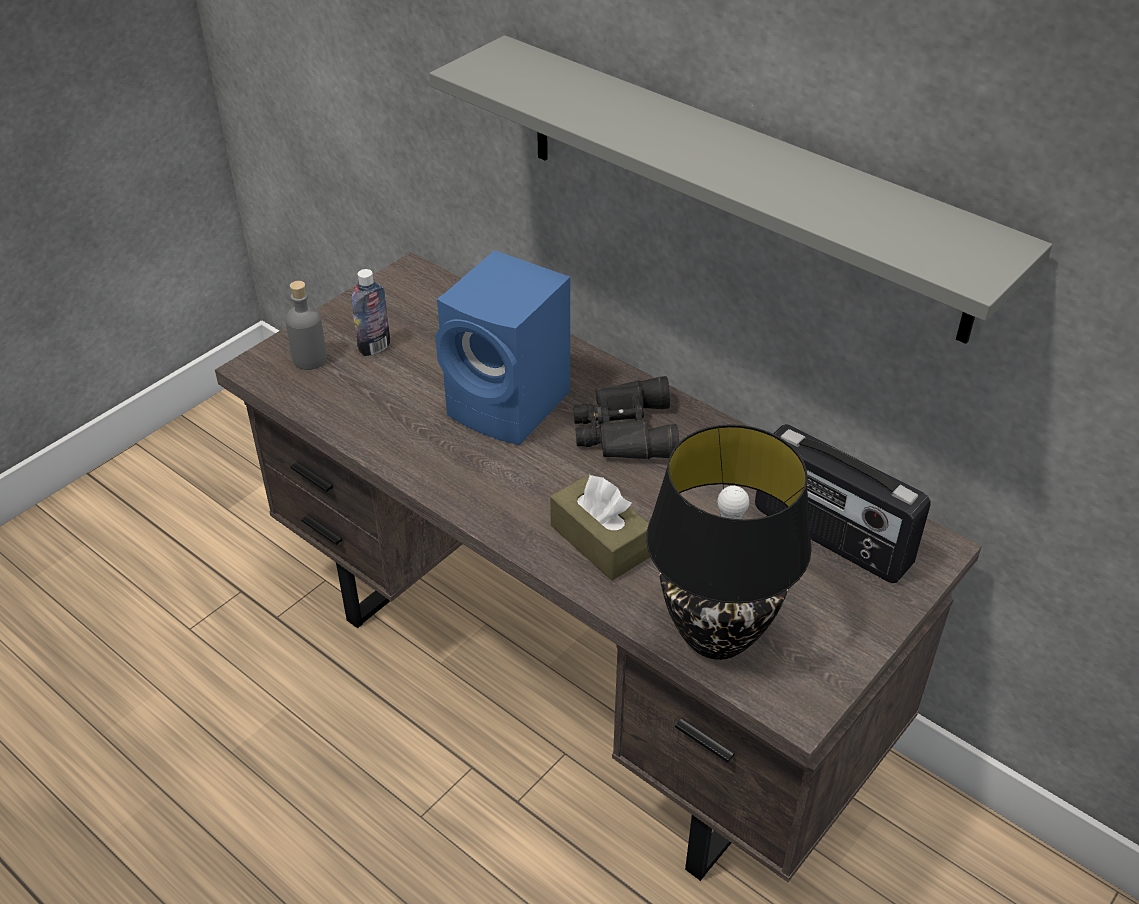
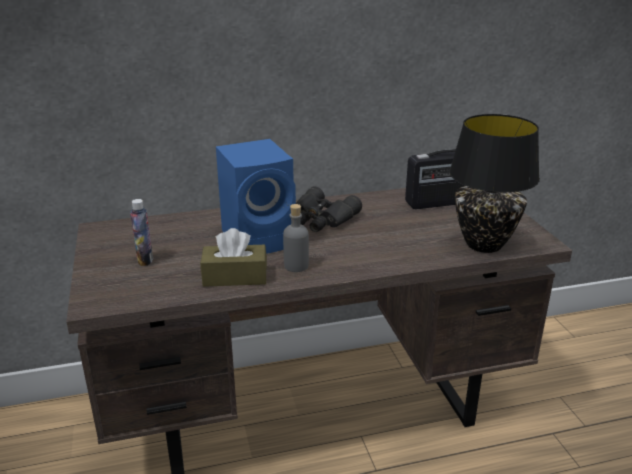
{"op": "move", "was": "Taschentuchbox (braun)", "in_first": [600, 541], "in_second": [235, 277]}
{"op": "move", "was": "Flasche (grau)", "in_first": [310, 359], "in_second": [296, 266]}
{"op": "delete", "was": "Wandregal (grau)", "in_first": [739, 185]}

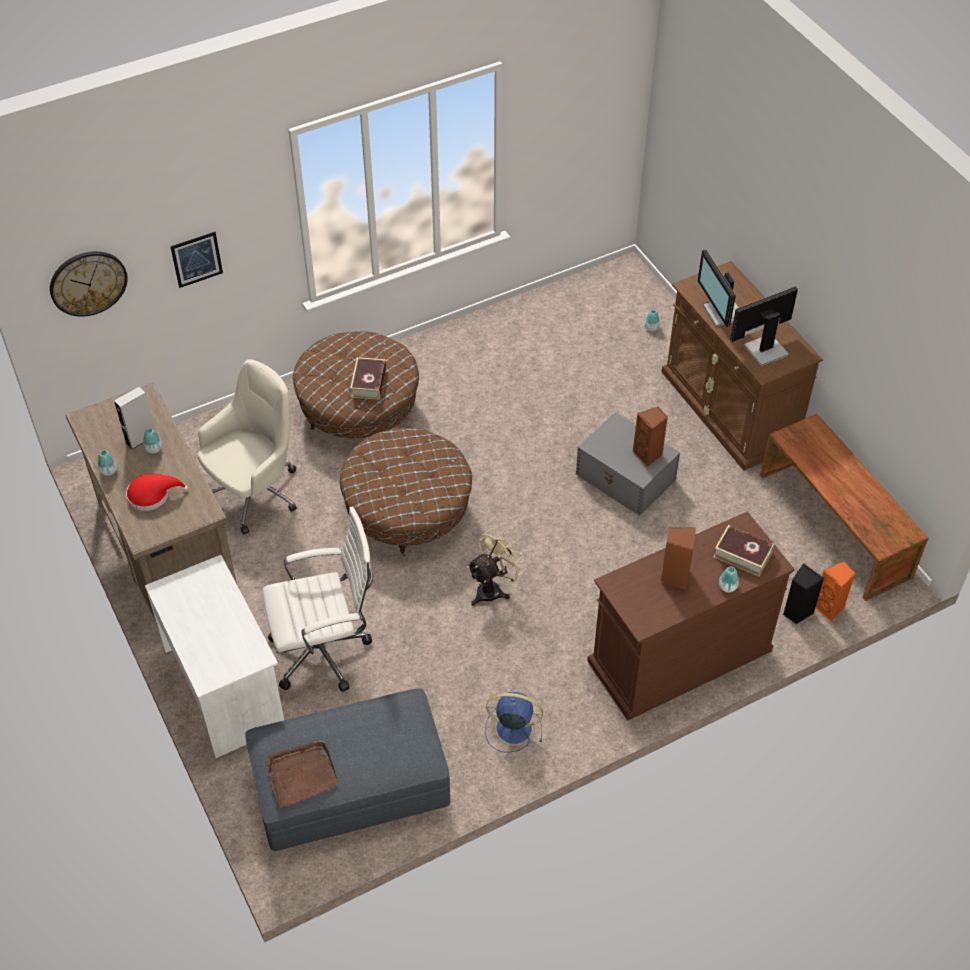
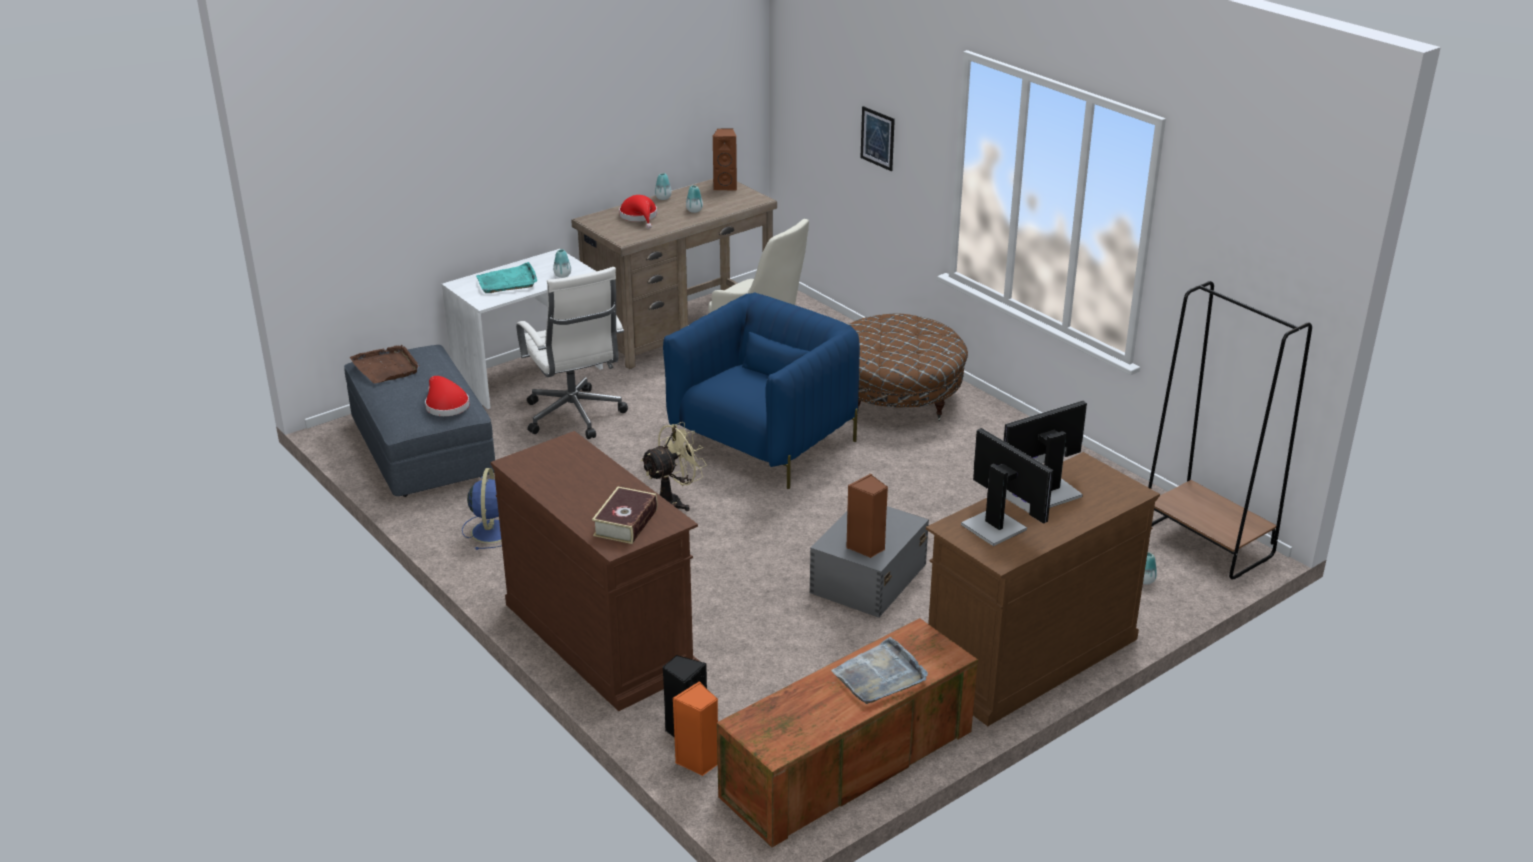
{"op": "insert", "now": "Hut (rot)", "in_second": [445, 405]}
{"op": "insert", "now": "Tablett (türkis)", "in_second": [507, 281]}
{"op": "move", "was": "Vase", "in_first": [727, 587], "in_second": [562, 275]}
{"op": "rotate", "was": "Ventilator (beige)", "in_first": [493, 588], "in_second": [673, 502], "clockwise": -75}
{"op": "replace", "was": "Polsterhocker (braun)", "now": "Sessel (blau)", "in_first": [408, 511], "in_second": [764, 441]}
{"op": "move", "was": "Lautsprecher (braun)", "in_first": [674, 576], "in_second": [725, 186]}
{"op": "insert", "now": "Tablett (grau)", "in_second": [880, 675]}
{"op": "insert", "now": "Kleiderständer", "in_second": [1206, 543]}
{"op": "delete", "was": "Wanduhr", "in_first": [88, 283]}
{"op": "delete", "was": "Lautsprecher (grau)", "in_first": [141, 438]}
{"op": "delete", "was": "Buch", "in_first": [368, 383]}

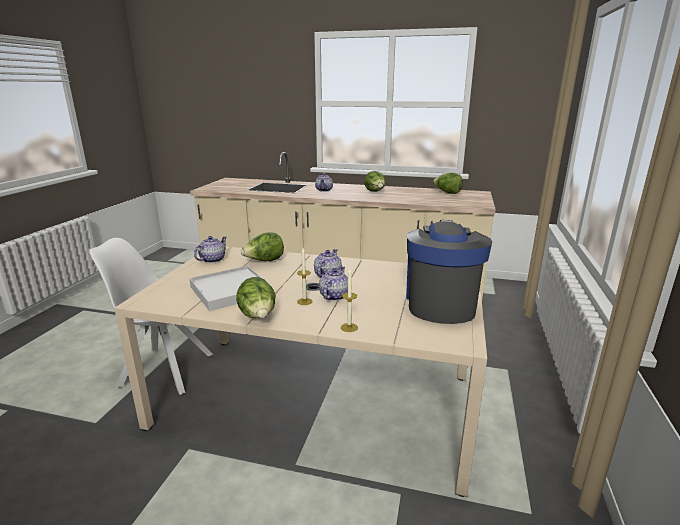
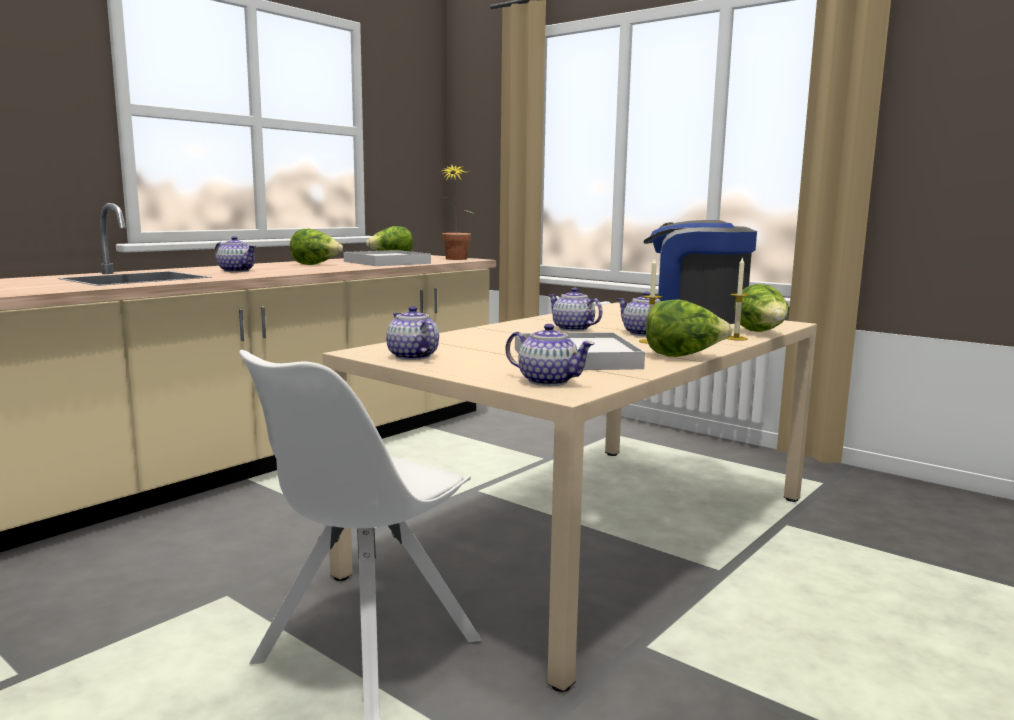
{"op": "insert", "now": "Tablett (weiß)", "in_second": [386, 262]}
{"op": "insert", "now": "Topfpflanze", "in_second": [455, 259]}
{"op": "insert", "now": "Teekanne", "in_second": [547, 381]}
{"op": "move", "was": "Salatkopf", "in_first": [264, 261], "in_second": [761, 333]}

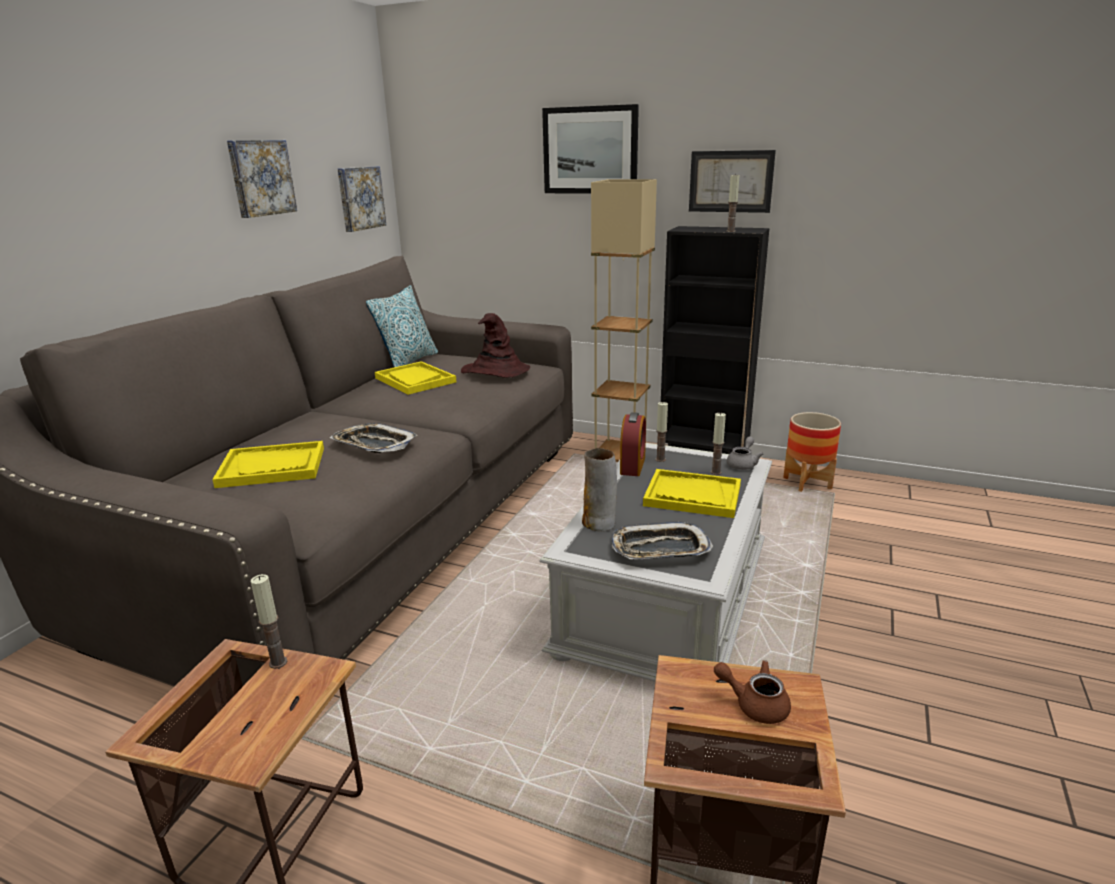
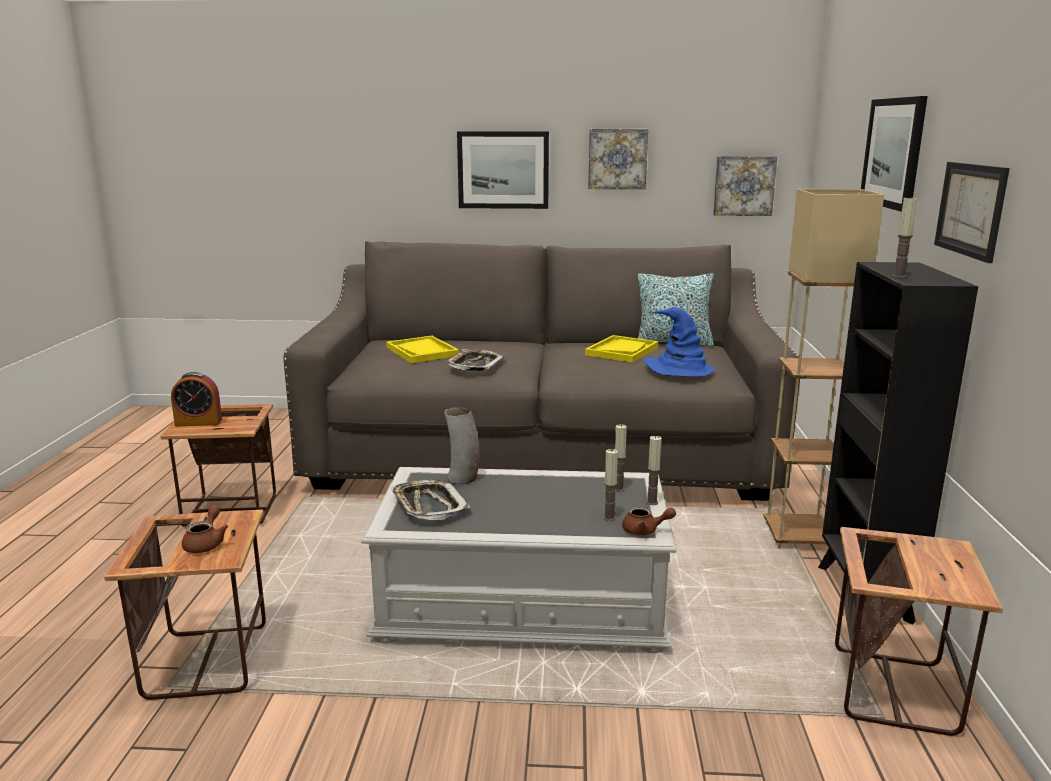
{"op": "move", "was": "Wecker", "in_first": [632, 466], "in_second": [198, 422]}
{"op": "insert", "now": "Bild", "in_second": [503, 170]}
{"op": "recolor", "was": "Teekanne (grau)", "now": "Teekanne (braun)", "in_first": [743, 464], "in_second": [645, 531]}
{"op": "recolor", "was": "Hut (braun)", "now": "Hut (blau)", "in_first": [495, 371], "in_second": [678, 369]}
{"op": "move", "was": "Kerze", "in_first": [278, 662], "in_second": [652, 502]}
{"op": "replace", "was": "Pflanzkübel", "now": "Beistelltisch", "in_first": [807, 483], "in_second": [892, 689]}
{"op": "delete", "was": "Tablett (gelb)", "in_first": [692, 496]}

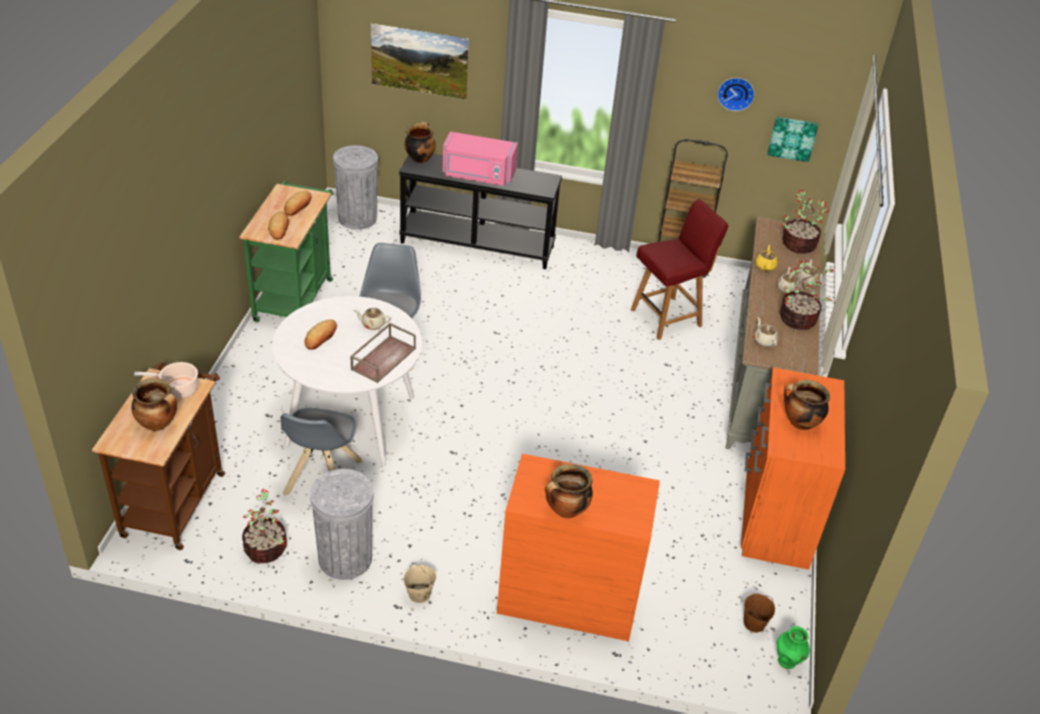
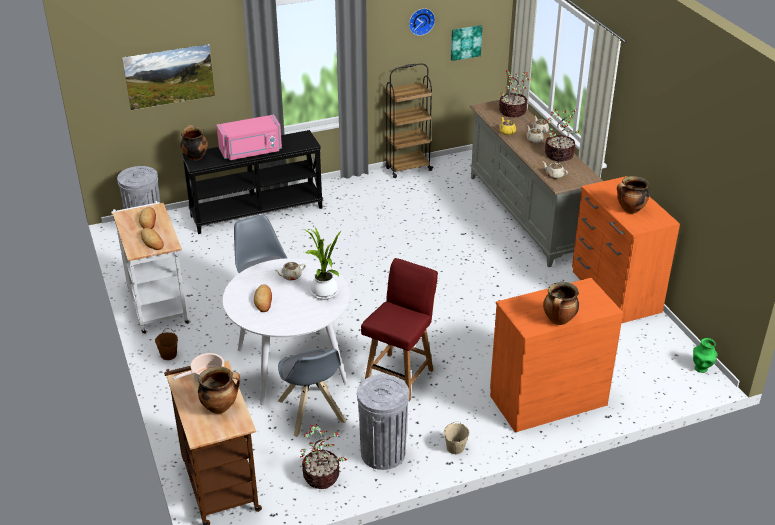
{"op": "recolor", "was": "Rollwagen (grün)", "now": "Rollwagen (weiß)", "in_first": [295, 296], "in_second": [156, 303]}
{"op": "move", "was": "Eimer (braun)", "in_first": [754, 623], "in_second": [169, 355]}
{"op": "replace", "was": "Tablett (braun)", "now": "Topfpflanze", "in_first": [383, 358], "in_second": [324, 294]}
{"op": "move", "was": "Stuhl (rot)", "in_first": [667, 317], "in_second": [400, 375]}

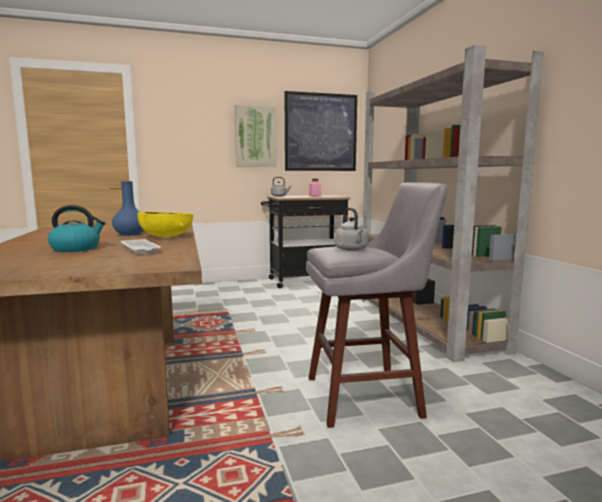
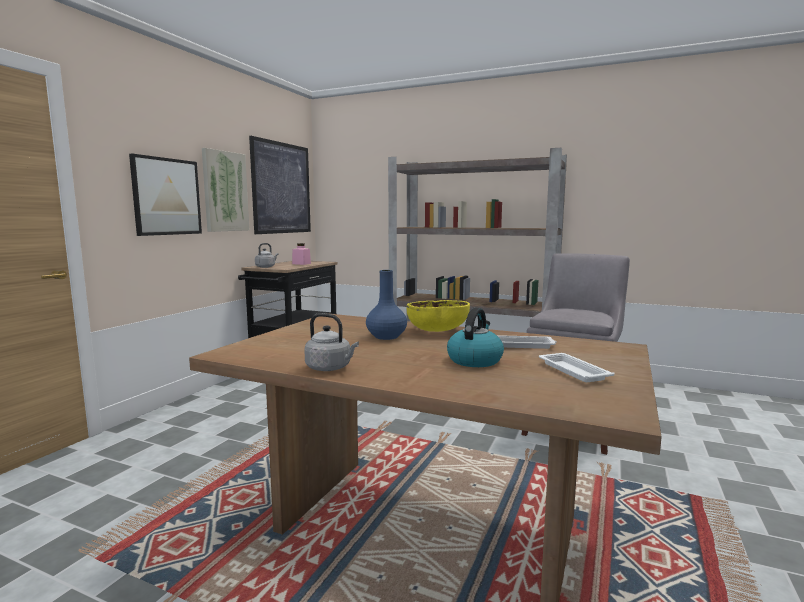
{"op": "insert", "now": "Bild", "in_second": [167, 196]}
{"op": "move", "was": "Wasserkessel (grau)", "in_first": [352, 250], "in_second": [330, 368]}
{"op": "insert", "now": "Tablett (weiß)", "in_second": [572, 371]}

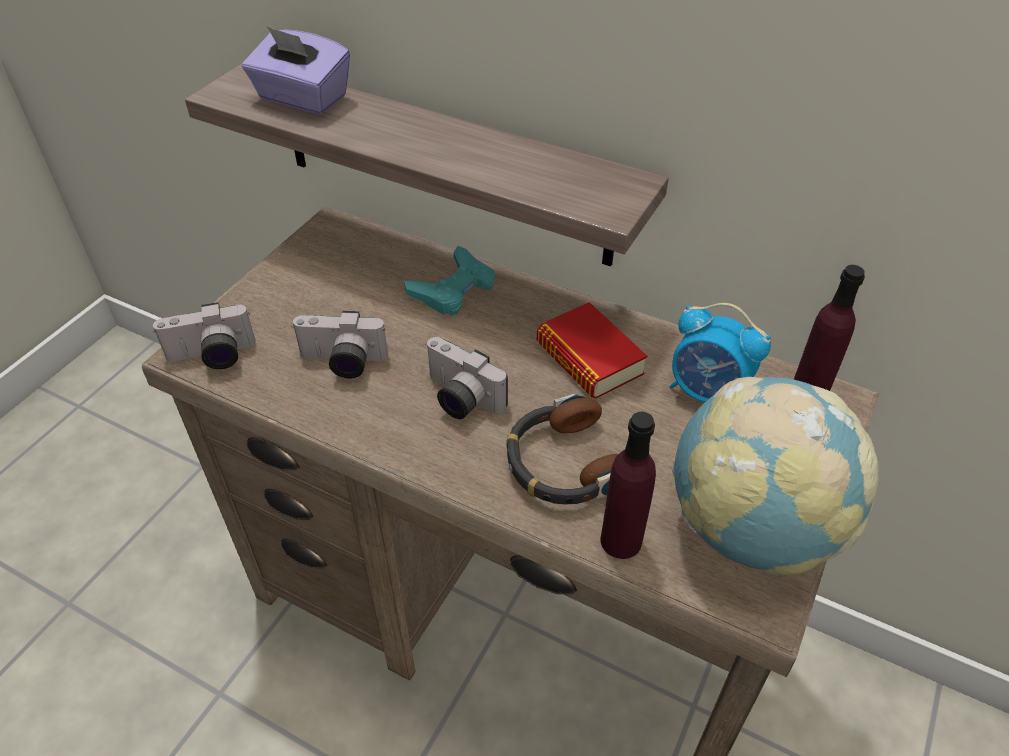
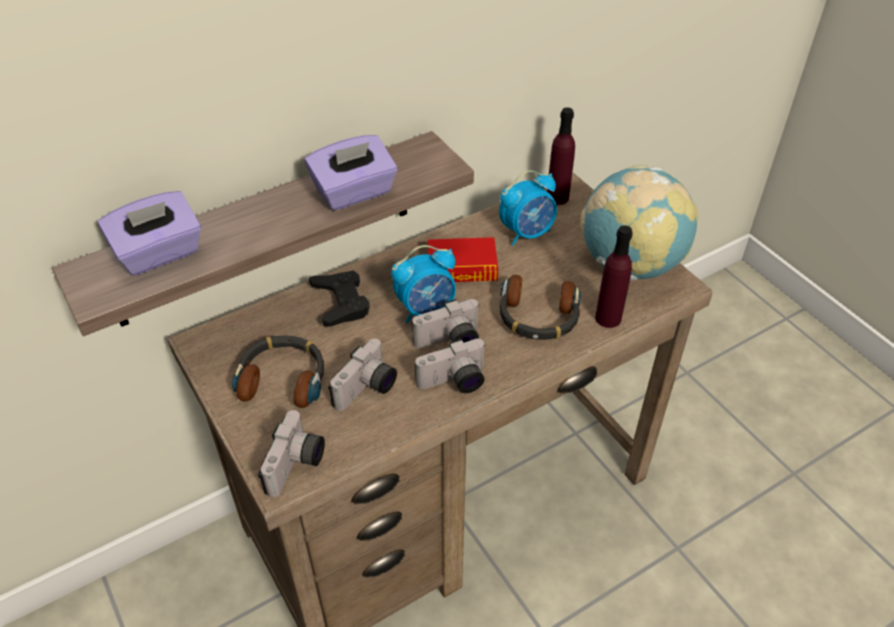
{"op": "insert", "now": "Kopfhörer", "in_second": [283, 378]}
{"op": "insert", "now": "Taschentuchbox (lila)", "in_second": [354, 192]}
{"op": "recolor", "was": "Gamepad (türkis)", "now": "Gamepad (schwarz)", "in_first": [453, 289], "in_second": [341, 302]}
{"op": "insert", "now": "Wecker", "in_second": [426, 309]}
{"op": "insert", "now": "Kamera", "in_second": [454, 383]}

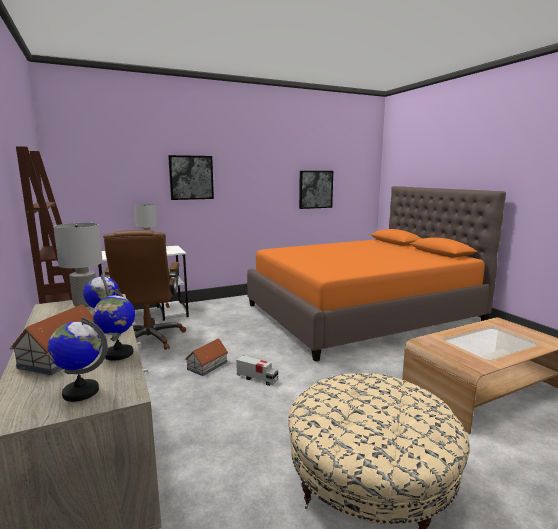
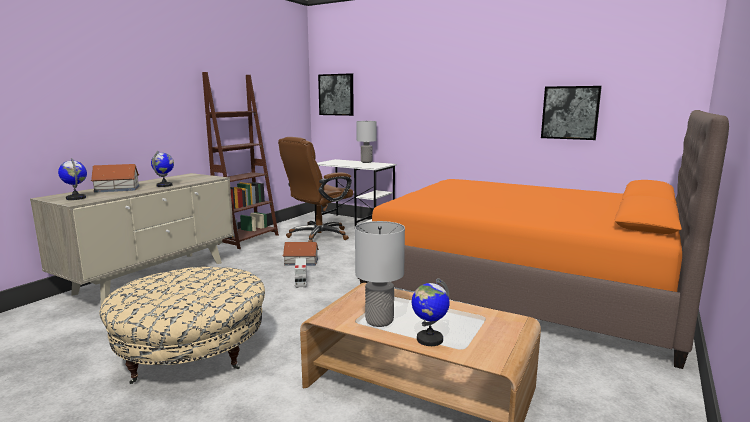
{"op": "move", "was": "Bild", "in_first": [191, 177], "in_second": [336, 94]}
{"op": "move", "was": "Tischlampe (grau)", "in_first": [85, 305], "in_second": [379, 323]}
{"op": "move", "was": "Globus", "in_first": [118, 354], "in_second": [429, 339]}

